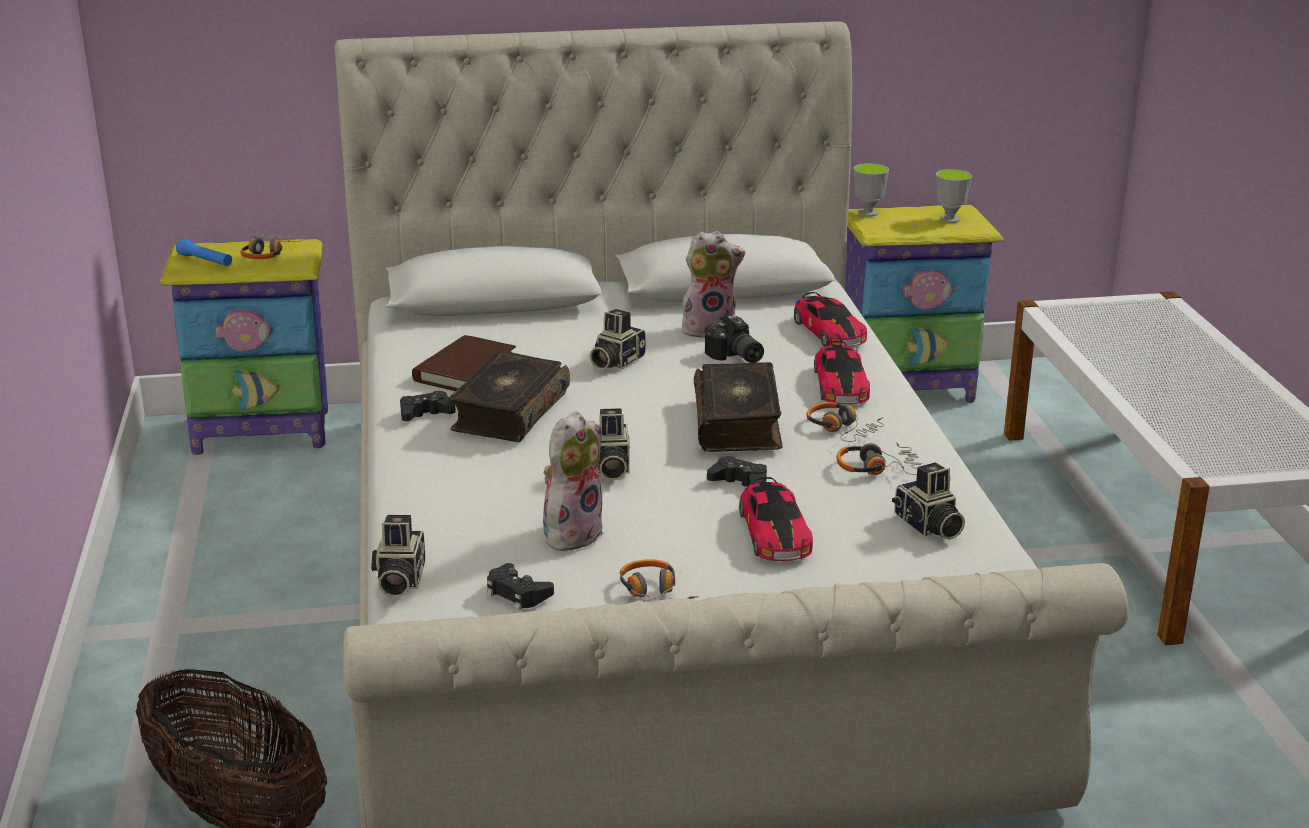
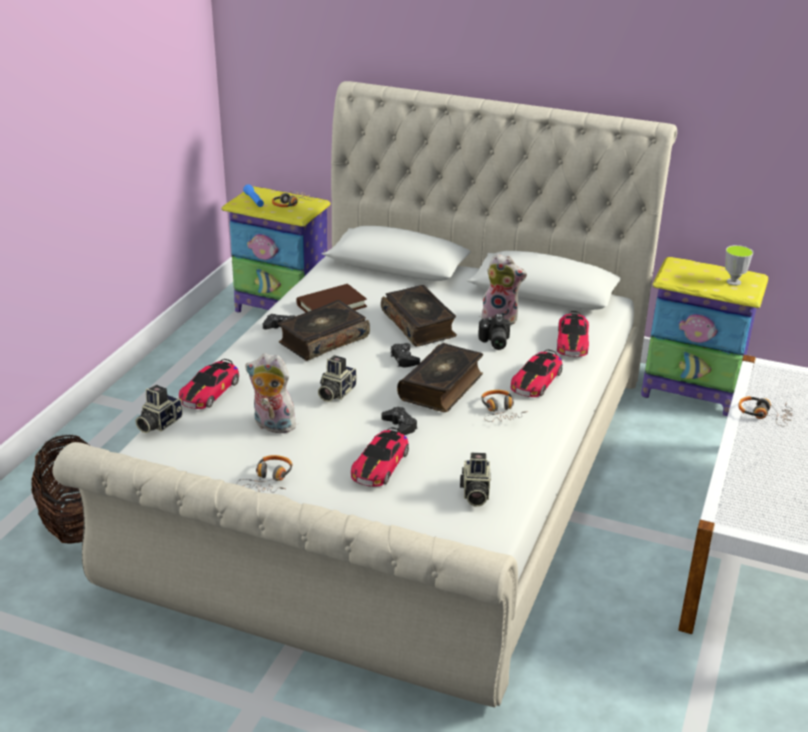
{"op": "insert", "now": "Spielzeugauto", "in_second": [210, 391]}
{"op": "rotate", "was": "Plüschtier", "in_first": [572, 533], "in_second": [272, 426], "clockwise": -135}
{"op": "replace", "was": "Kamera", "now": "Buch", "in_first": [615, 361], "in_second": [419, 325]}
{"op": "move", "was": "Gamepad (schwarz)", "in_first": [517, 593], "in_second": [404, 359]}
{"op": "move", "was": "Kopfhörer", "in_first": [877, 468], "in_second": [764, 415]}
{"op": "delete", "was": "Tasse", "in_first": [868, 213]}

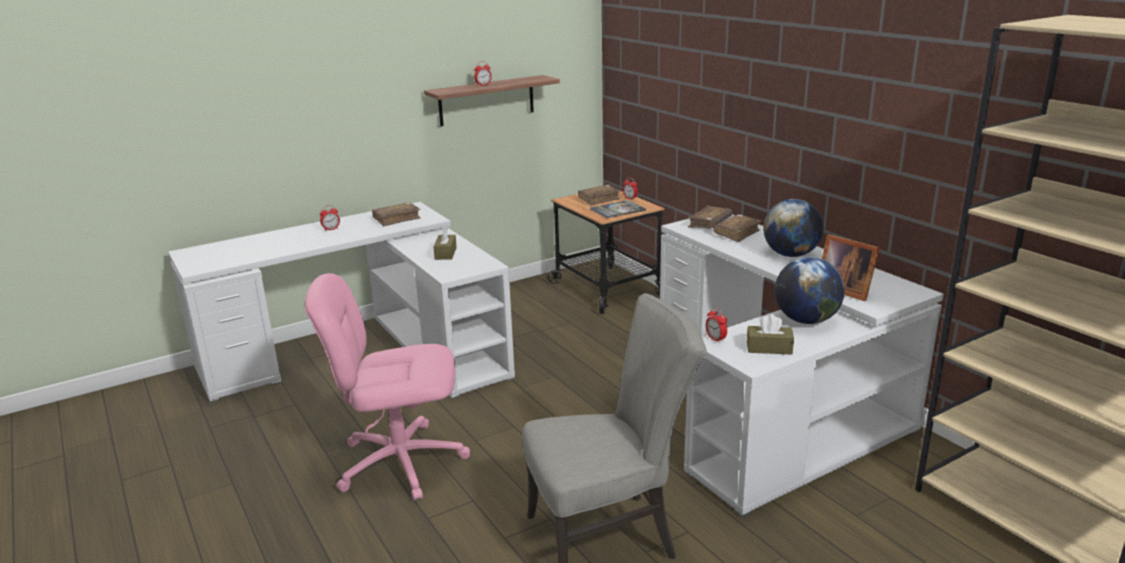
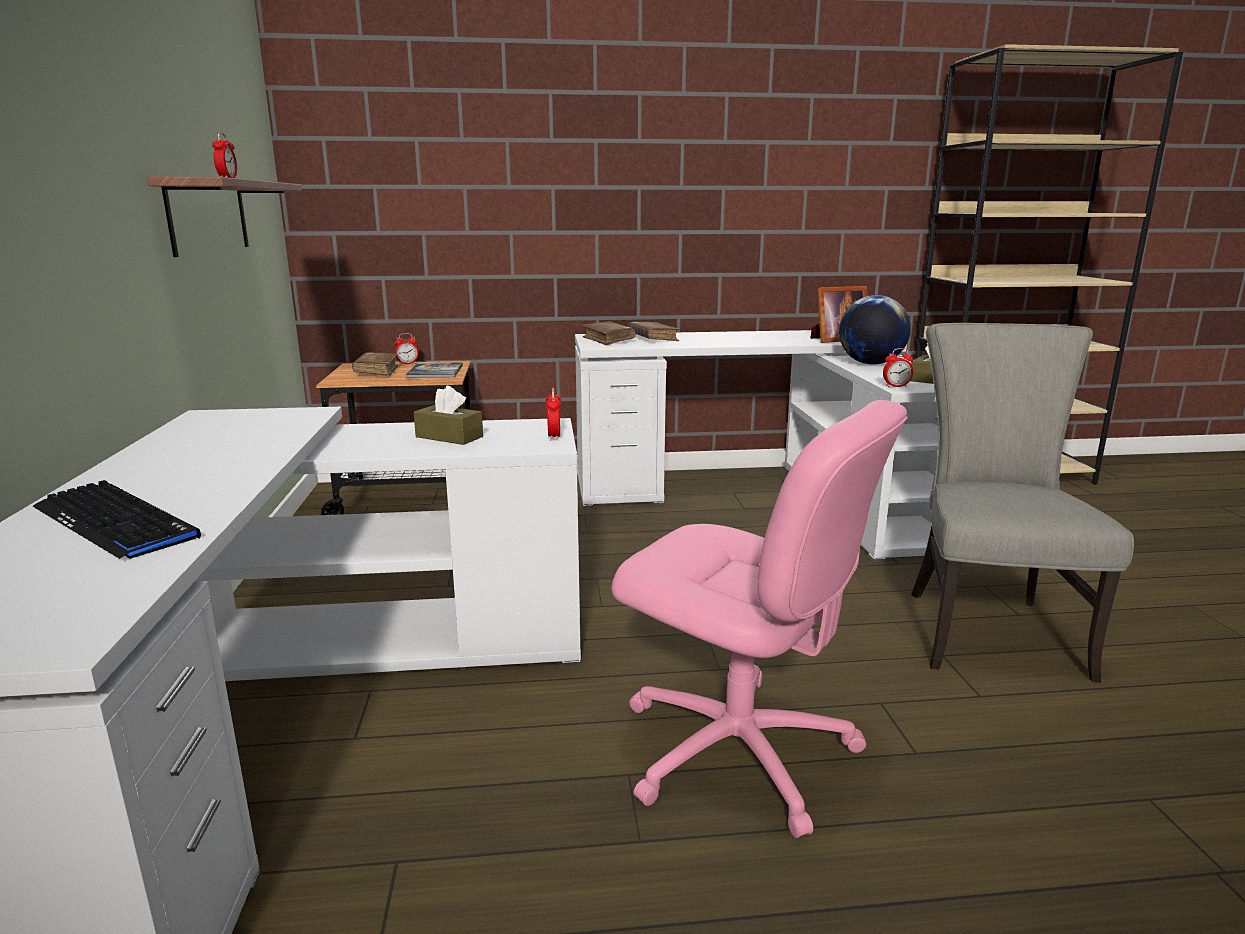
{"op": "insert", "now": "Tastatur", "in_second": [115, 522]}
{"op": "move", "was": "Wecker", "in_first": [331, 229], "in_second": [554, 436]}
{"op": "rotate", "was": "Bürostuhl (rosa)", "in_first": [400, 462], "in_second": [738, 750], "clockwise": -75}
{"op": "delete", "was": "Buch (braun)", "in_first": [396, 219]}
{"op": "delete", "was": "Globus", "in_first": [790, 254]}

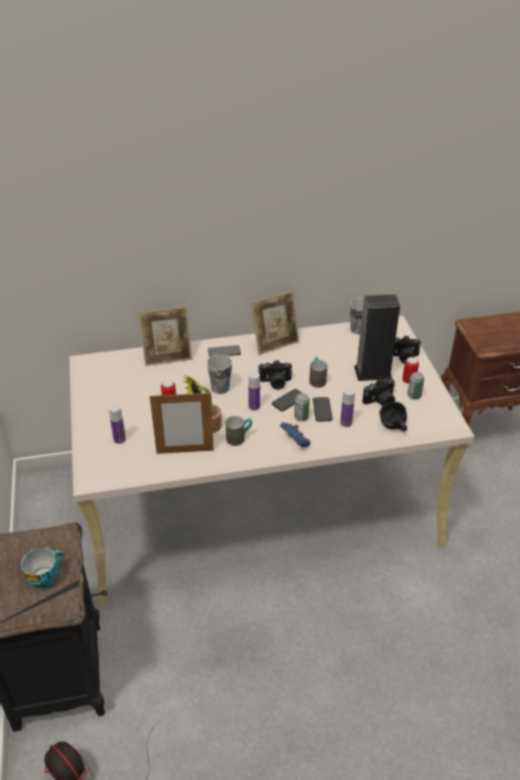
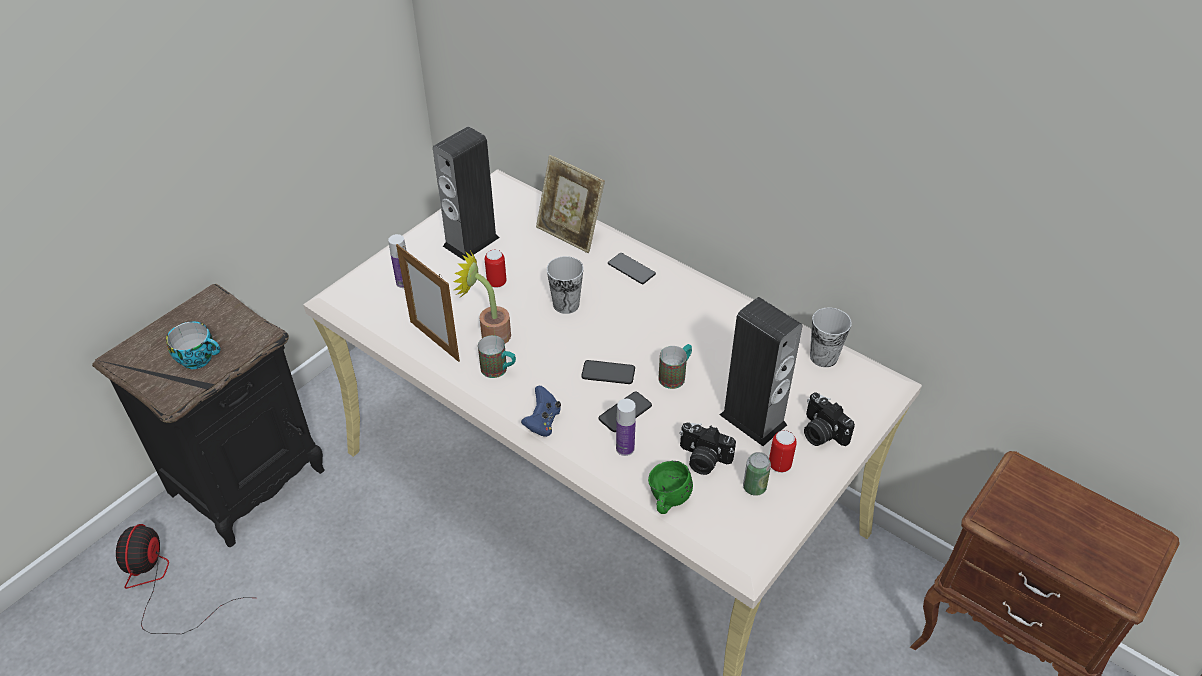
{"op": "insert", "now": "Lautsprecher", "in_second": [471, 241]}
{"op": "recolor", "was": "Henkelbecher (schwarz)", "now": "Henkelbecher (grün)", "in_first": [393, 428], "in_second": [666, 500]}
{"op": "delete", "was": "Flasche", "in_first": [254, 406]}
{"op": "delete", "was": "Bilderrahmen", "in_first": [275, 343]}
{"op": "delete", "was": "Kamera", "in_first": [275, 383]}
{"op": "delete", "was": "Dose", "in_first": [301, 417]}

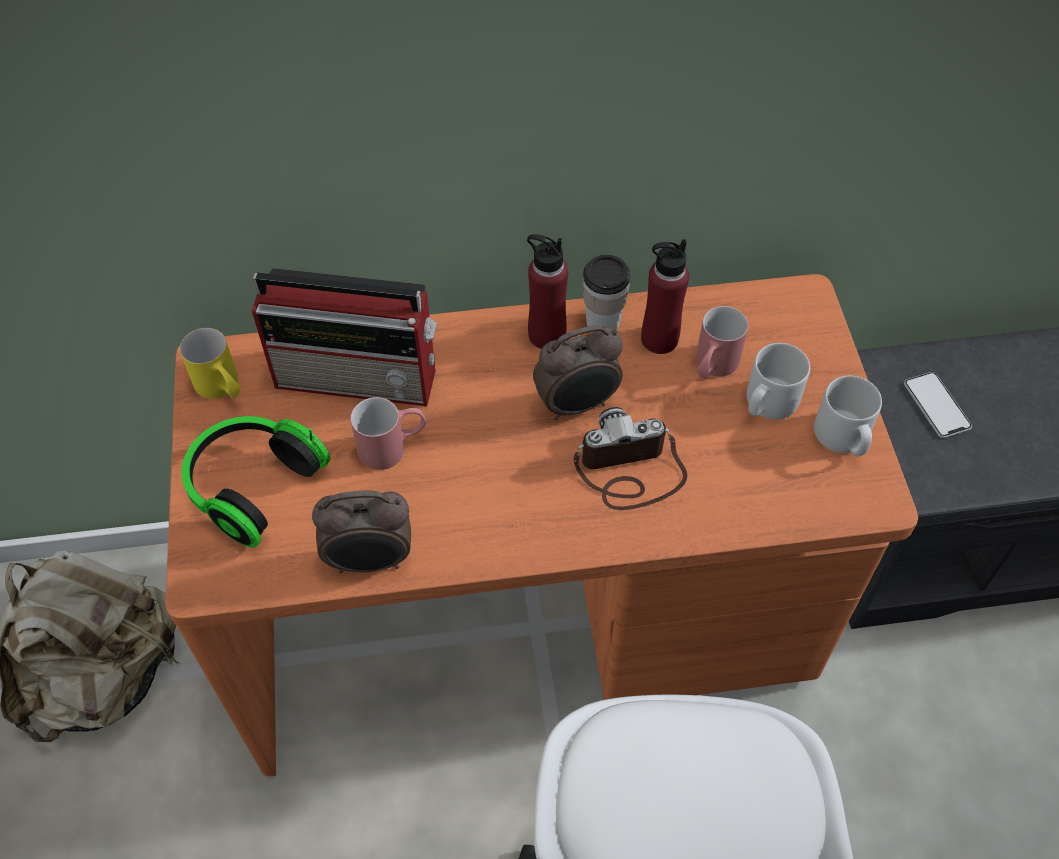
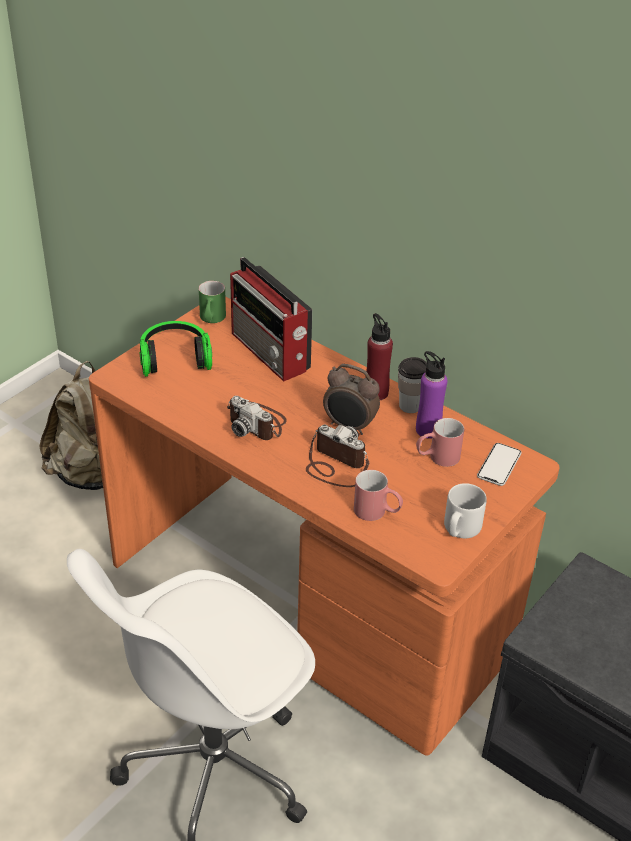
{"op": "recolor", "was": "Henkelbecher (gelb)", "now": "Henkelbecher (grün)", "in_first": [222, 388], "in_second": [211, 320]}
{"op": "insert", "now": "Kamera", "in_second": [257, 423]}
{"op": "move", "was": "Henkelbecher (rot)", "in_first": [393, 446], "in_second": [377, 512]}
{"op": "recolor", "was": "Flasche (rot)", "now": "Flasche (lila)", "in_first": [659, 339], "in_second": [428, 430]}
{"op": "move", "was": "Handy", "in_first": [936, 406], "in_second": [499, 465]}
{"op": "delete", "was": "Wecker", "in_first": [370, 561]}
{"op": "delete", "was": "Henkelbecher (grau)", "in_first": [767, 403]}

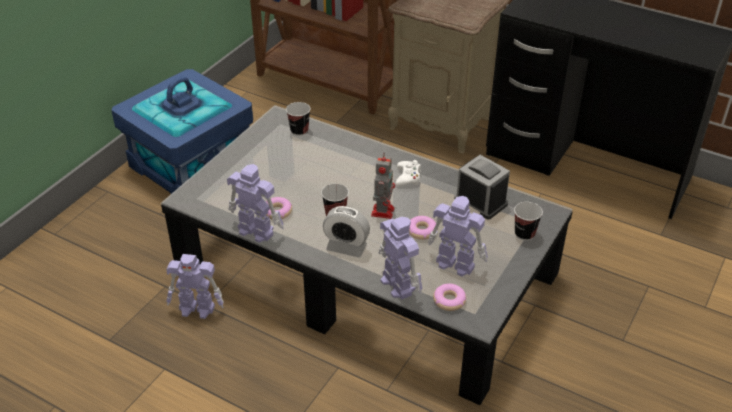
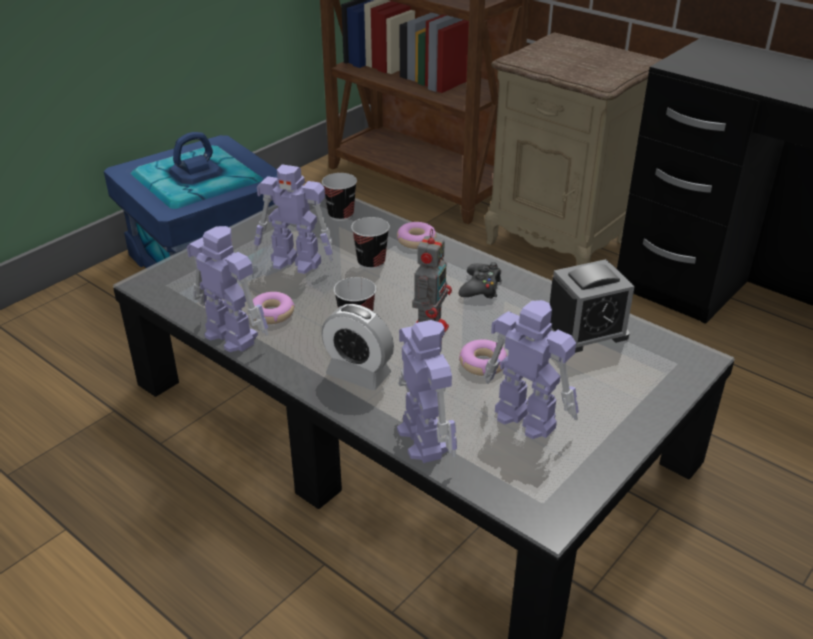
{"op": "move", "was": "Spielzeugroboter", "in_first": [197, 309], "in_second": [297, 262]}
{"op": "move", "was": "Tasse", "in_first": [524, 234], "in_second": [371, 262]}
{"op": "move", "was": "Donut", "in_first": [449, 301], "in_second": [416, 241]}
{"op": "recolor", "was": "Gamepad (weiß)", "now": "Gamepad (schwarz)", "in_first": [408, 177], "in_second": [480, 288]}
{"op": "rotate", "was": "Wecker", "in_first": [480, 202], "in_second": [585, 332], "clockwise": 105}

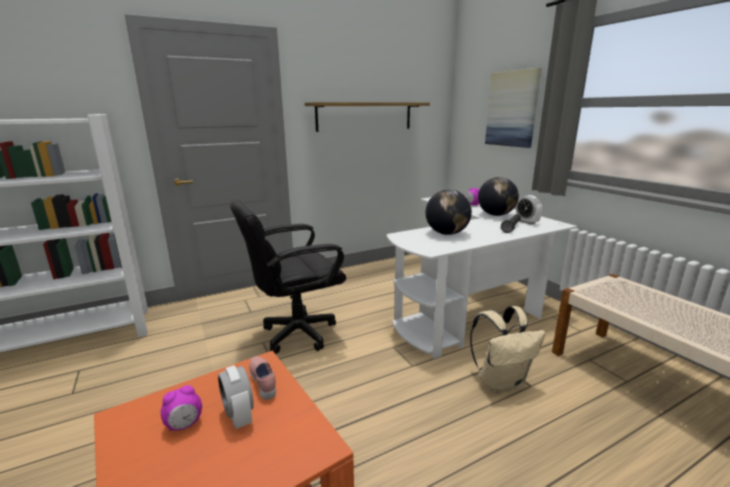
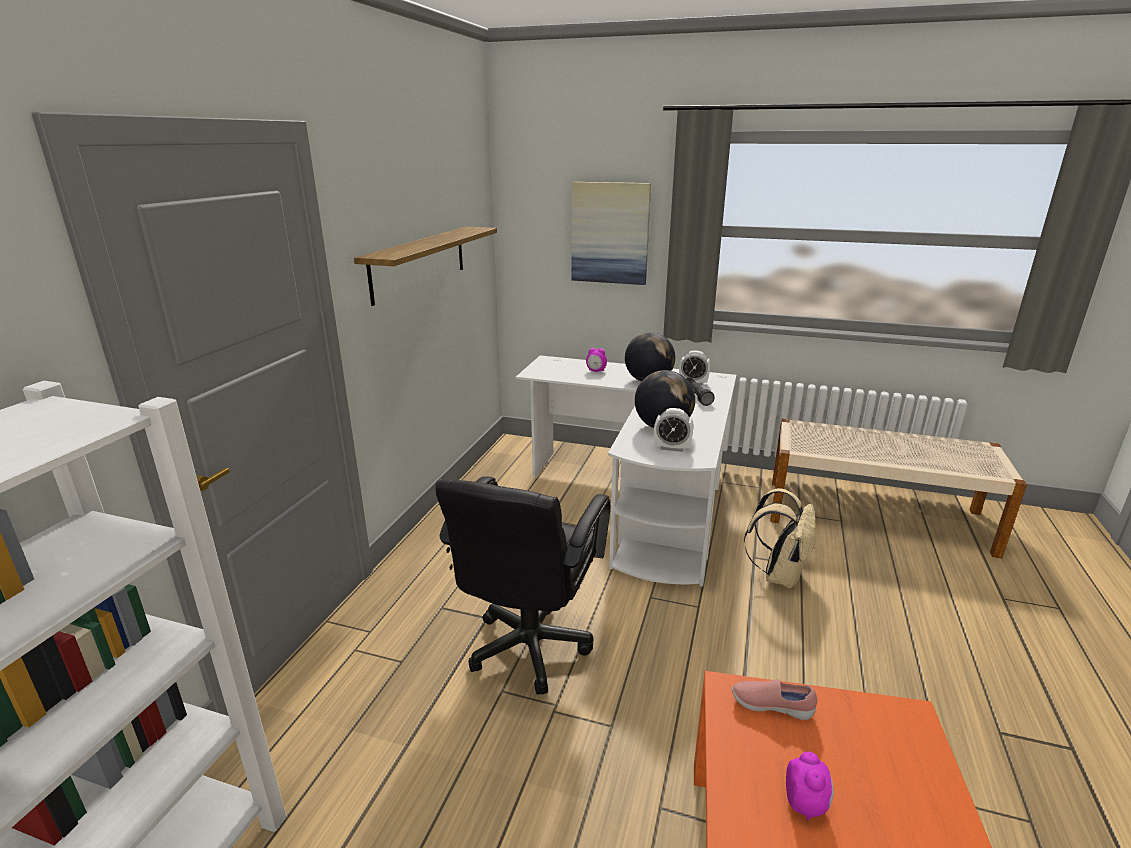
{"op": "move", "was": "Wecker", "in_first": [239, 416], "in_second": [672, 448]}

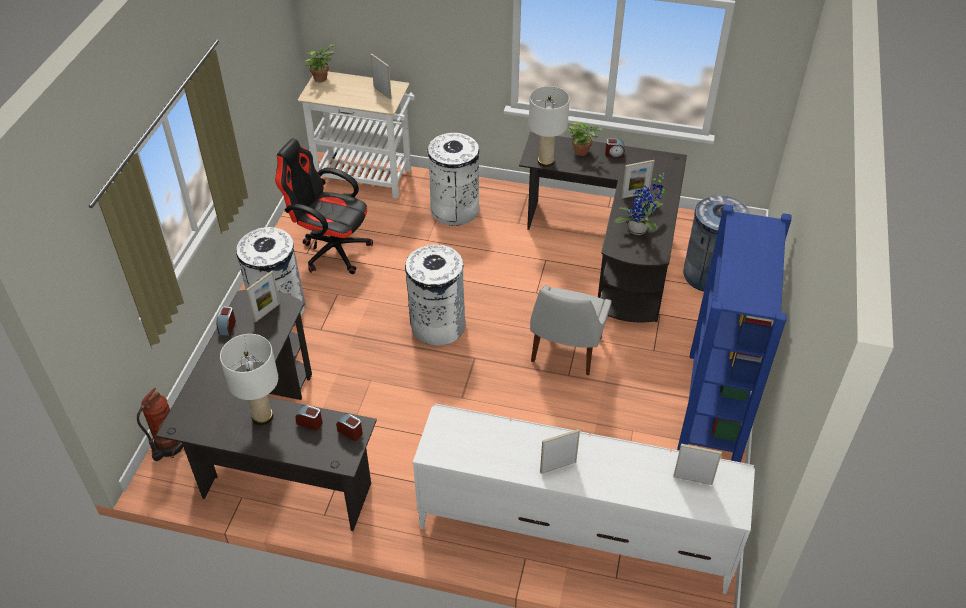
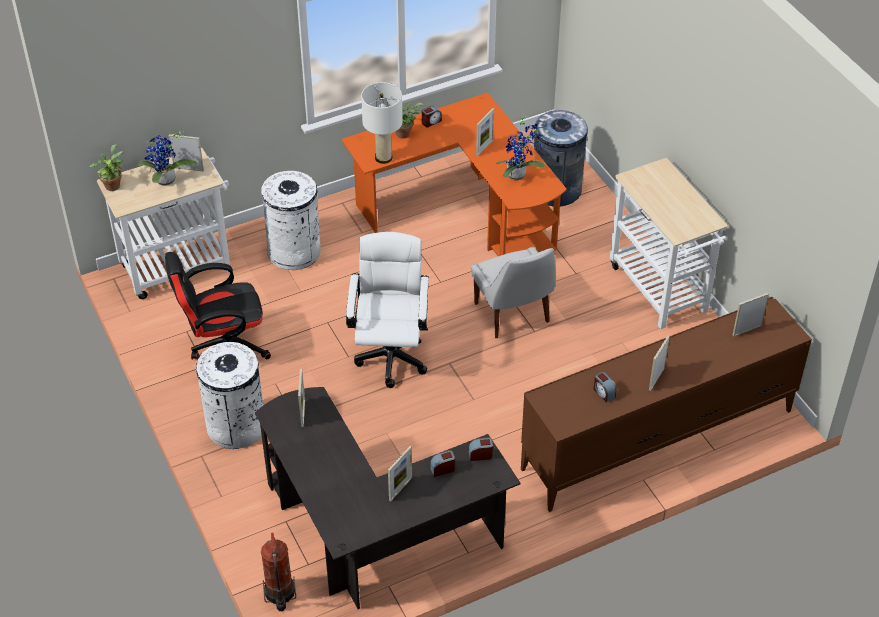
{"op": "insert", "now": "Topfpflanze", "in_second": [166, 182]}
{"op": "recolor", "was": "Schreibtisch (schwarz)", "now": "Schreibtisch (orange)", "in_first": [611, 250], "in_second": [463, 212]}
{"op": "replace", "was": "Mülleimer (weiß)", "now": "Bürostuhl (weiß)", "in_first": [437, 325], "in_second": [391, 356]}
{"op": "replace", "was": "Tischlampe (weiß)", "now": "Bilderrahmen", "in_first": [262, 416], "in_second": [400, 489]}
{"op": "recolor", "was": "Schrank (weiß)", "now": "Schrank (braun)", "in_first": [573, 534], "in_second": [657, 441]}
{"op": "move", "was": "Wecker", "in_first": [227, 327], "in_second": [603, 392]}
{"op": "replace", "was": "Bücherregal (blau)", "now": "Rollwagen (weiß)", "in_first": [713, 407], "in_second": [659, 289]}

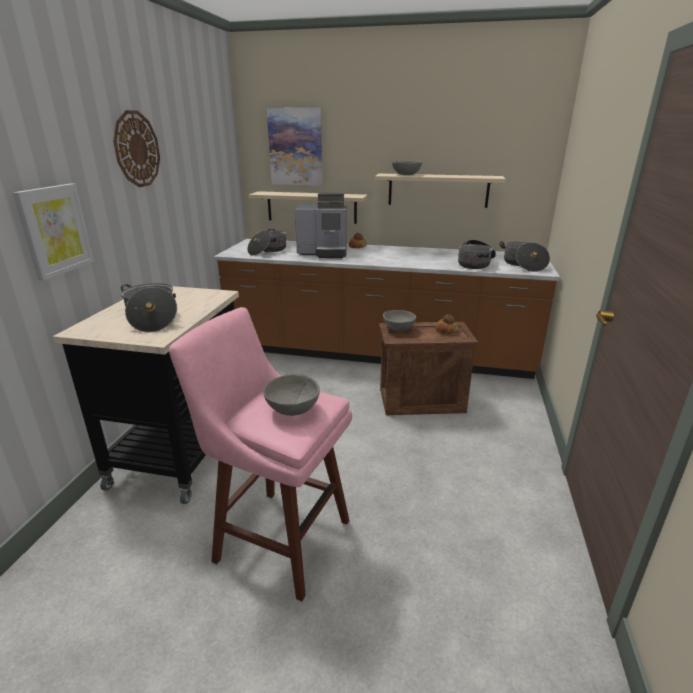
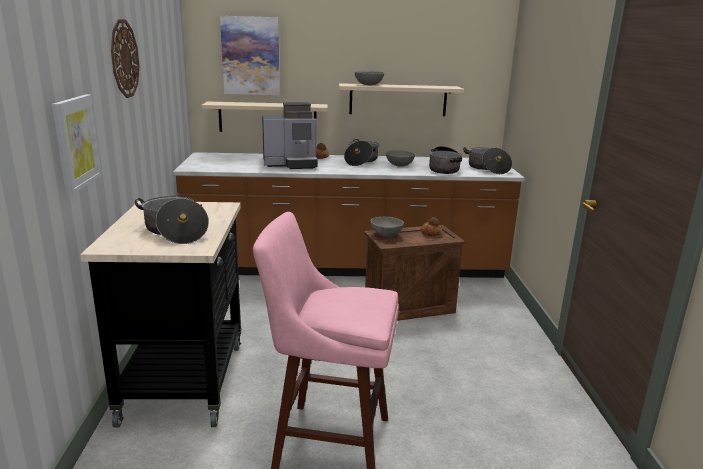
{"op": "move", "was": "Kochtopf", "in_first": [268, 250], "in_second": [361, 161]}
{"op": "move", "was": "Schüssel (grau)", "in_first": [293, 409], "in_second": [399, 165]}

